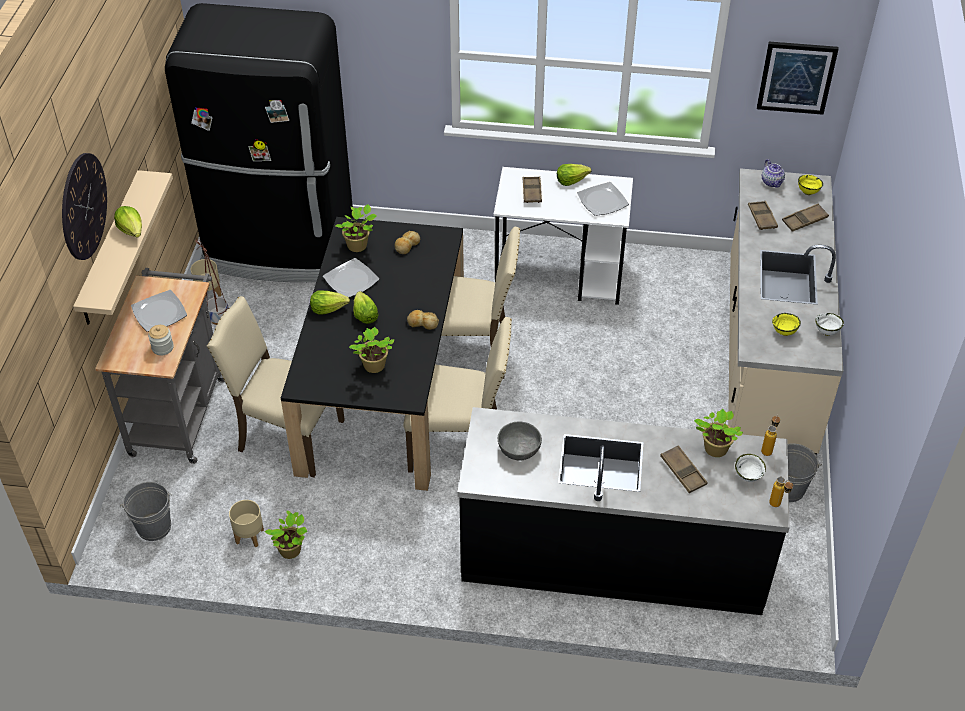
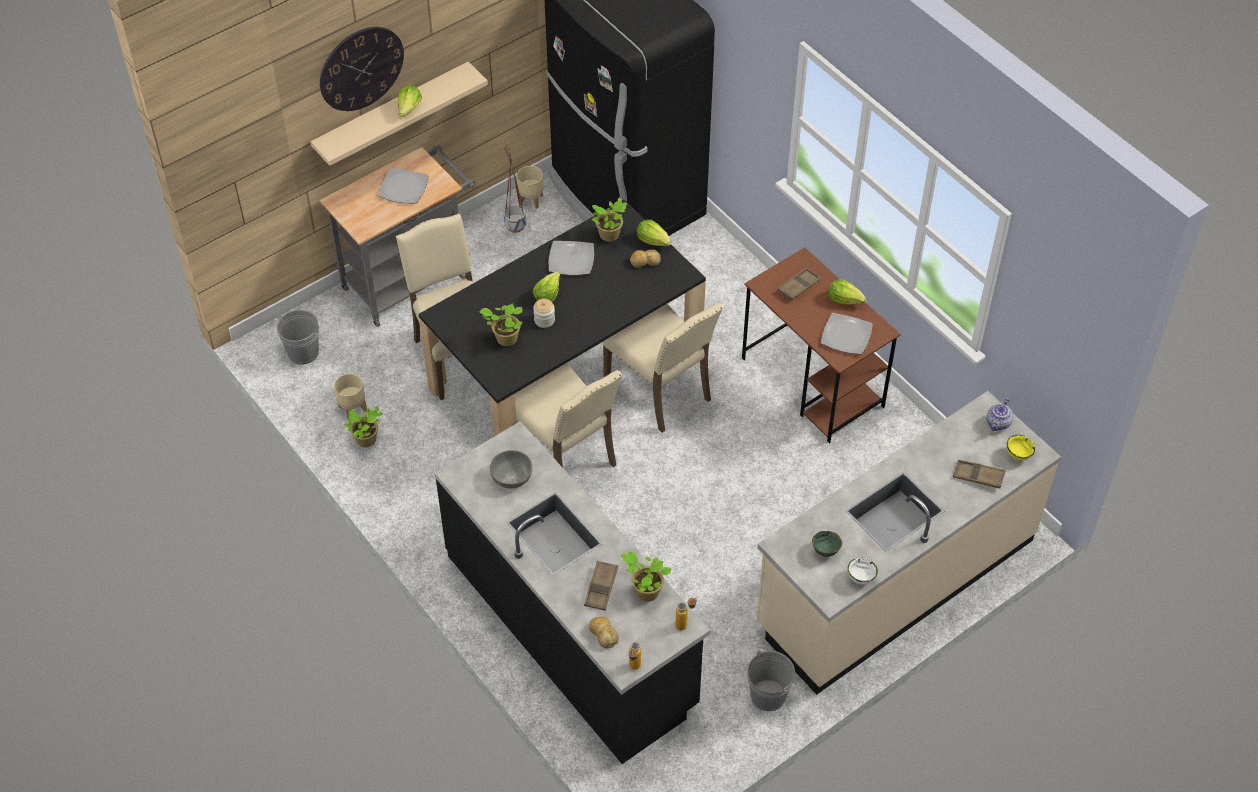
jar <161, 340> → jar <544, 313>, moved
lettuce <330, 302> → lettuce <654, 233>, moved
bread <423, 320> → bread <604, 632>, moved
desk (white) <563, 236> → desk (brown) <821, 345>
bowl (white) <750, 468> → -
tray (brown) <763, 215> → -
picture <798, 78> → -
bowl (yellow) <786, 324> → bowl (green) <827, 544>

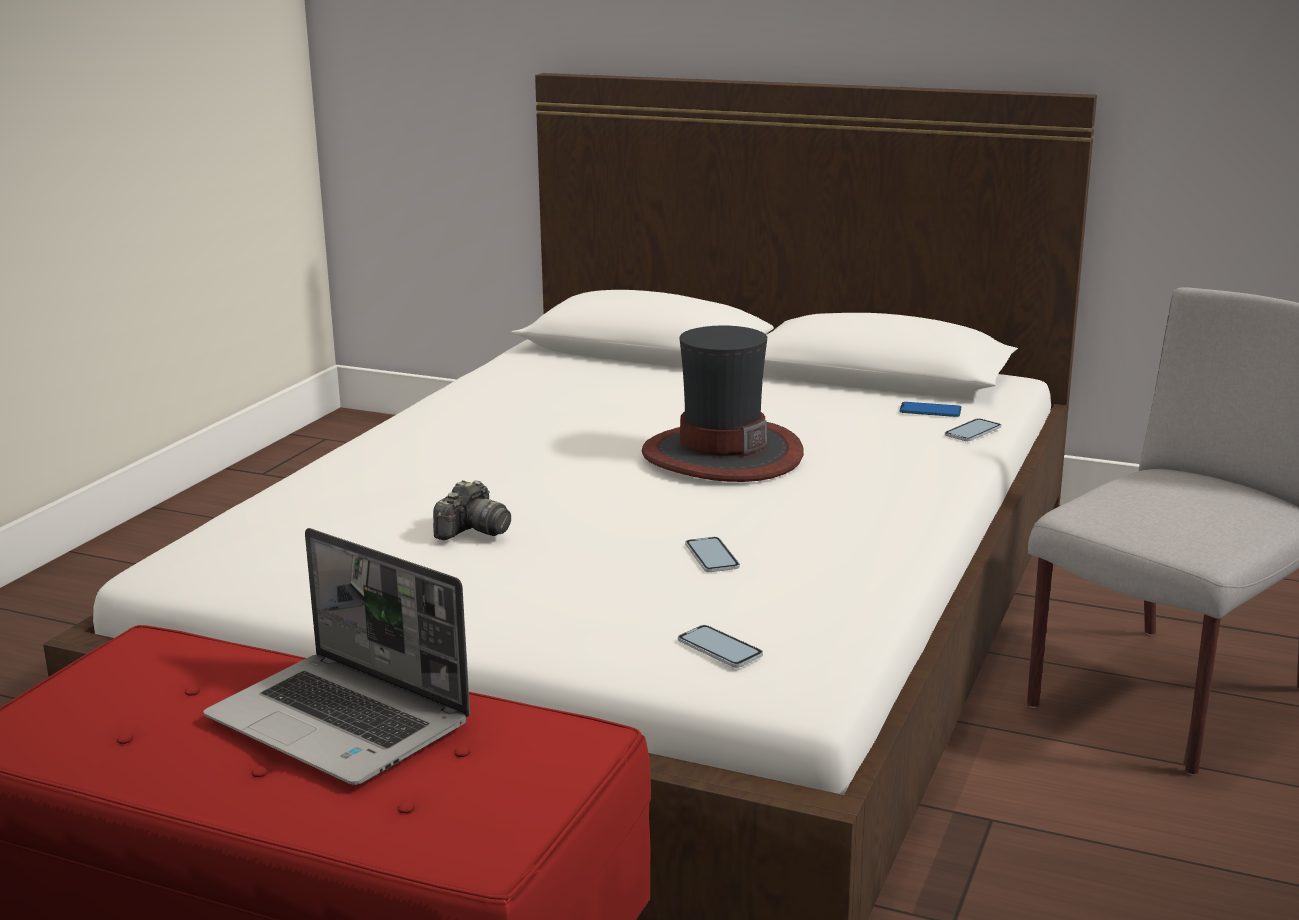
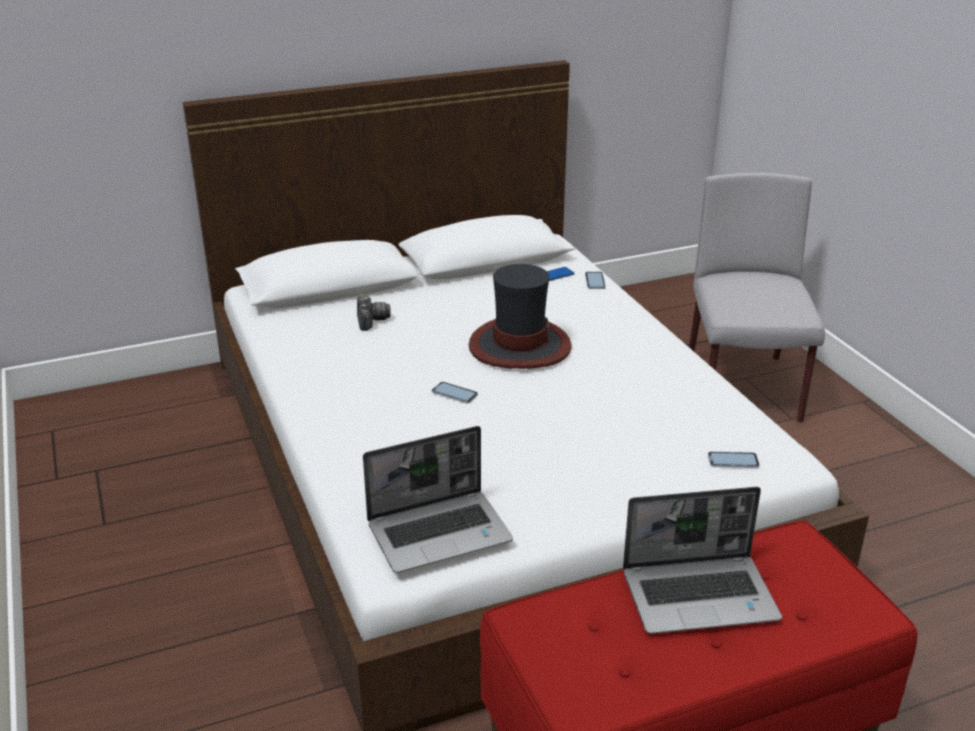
photo camera <472, 510> → photo camera <374, 313>, moved
phone <712, 554> → phone <455, 392>, moved
- → laptop <438, 499>

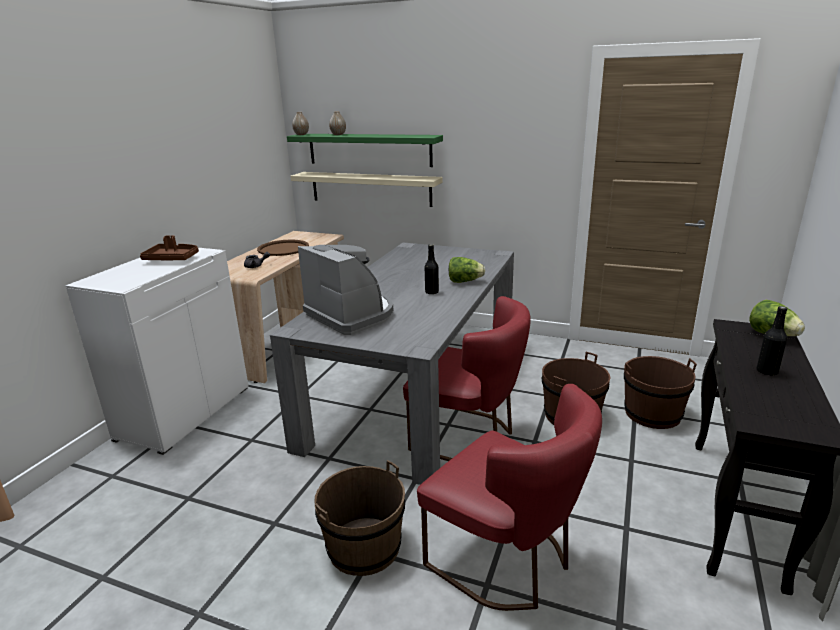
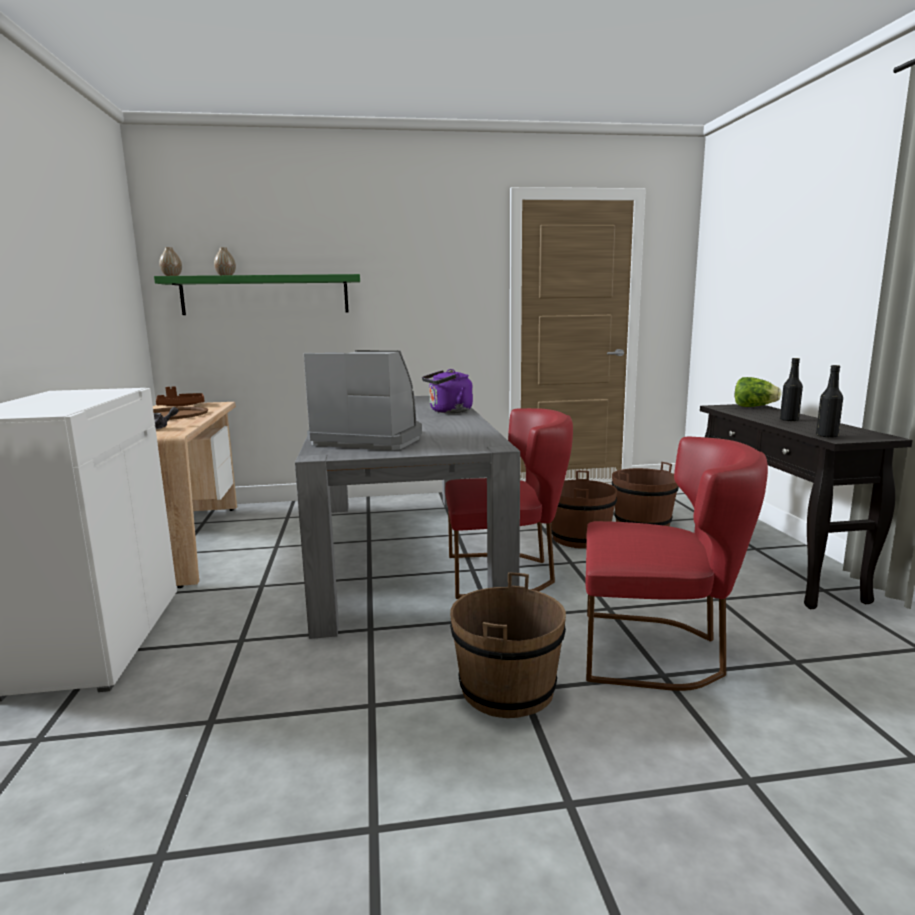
tray (brown) <169, 248> → tray (brown) <180, 396>, moved
shelf (beige) <367, 189> → -
bottle (black) <432, 269> → bottle (black) <829, 401>, moved
lettuce <466, 270> → kettle (purple) <447, 391>

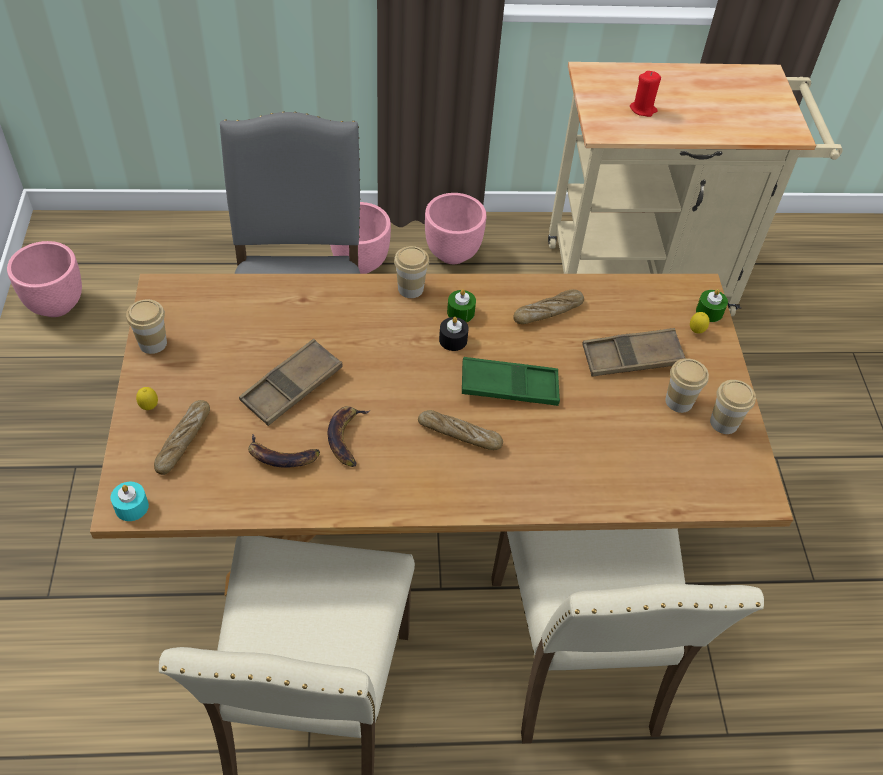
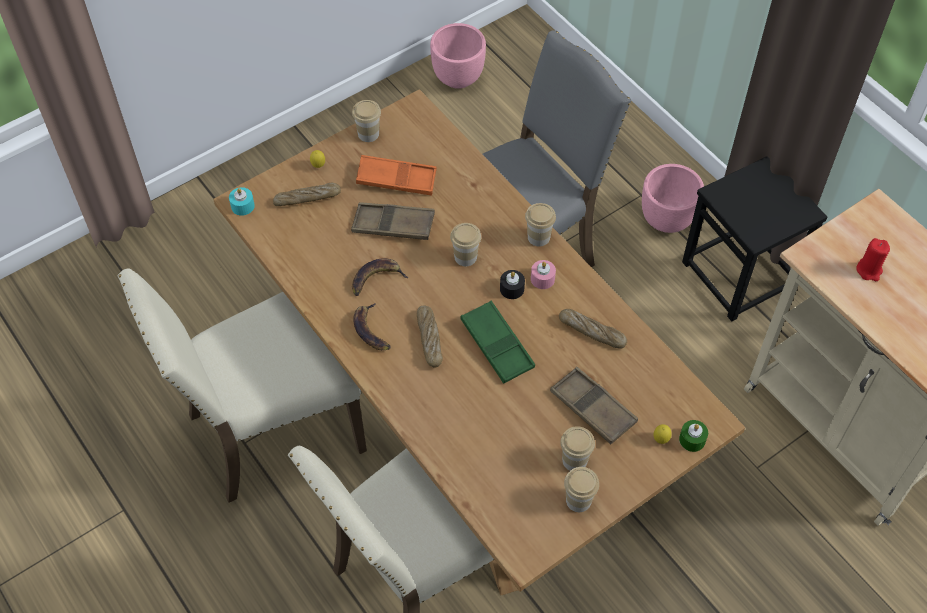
banana <284, 451> → banana <372, 326>, moved
planter (pink) <455, 228> → stool (black) <754, 239>
candle (green) <461, 305> → candle (pink) <543, 274>
- → tray (orange) <396, 175>
- → cup <465, 244>

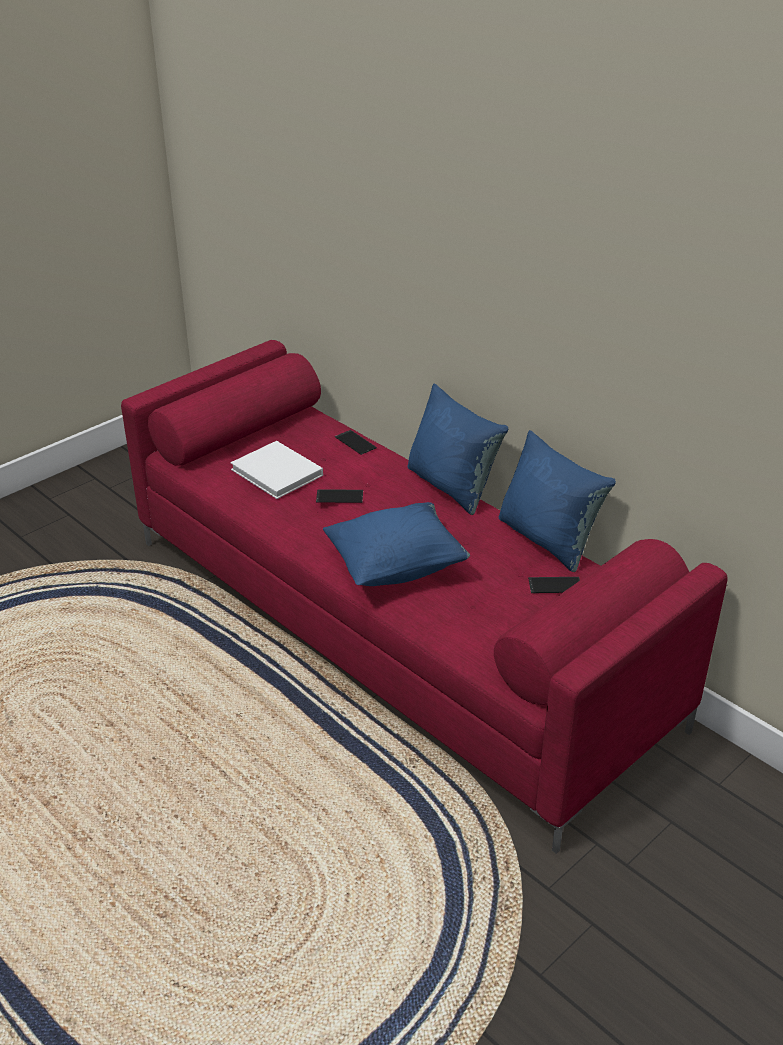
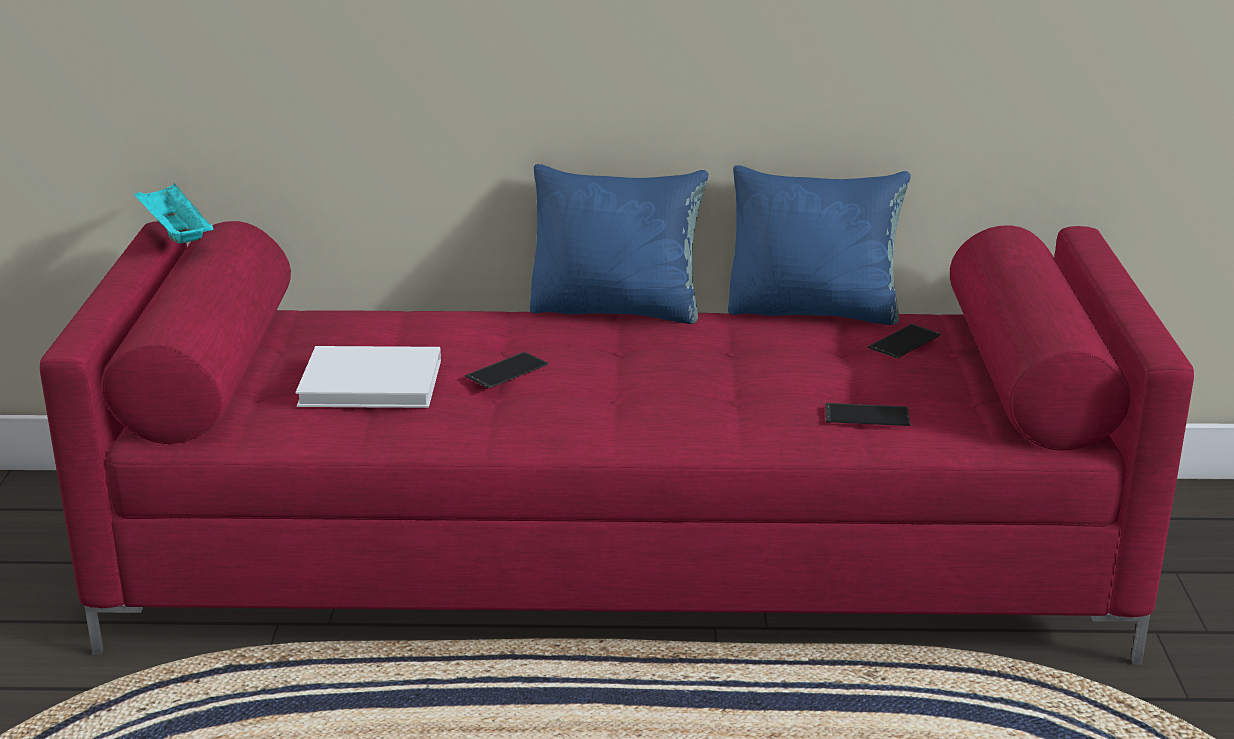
pillow (blue) <396, 544> → -
phone <356, 442> → phone <867, 414>, moved
- → tray (turquoise) <173, 213>

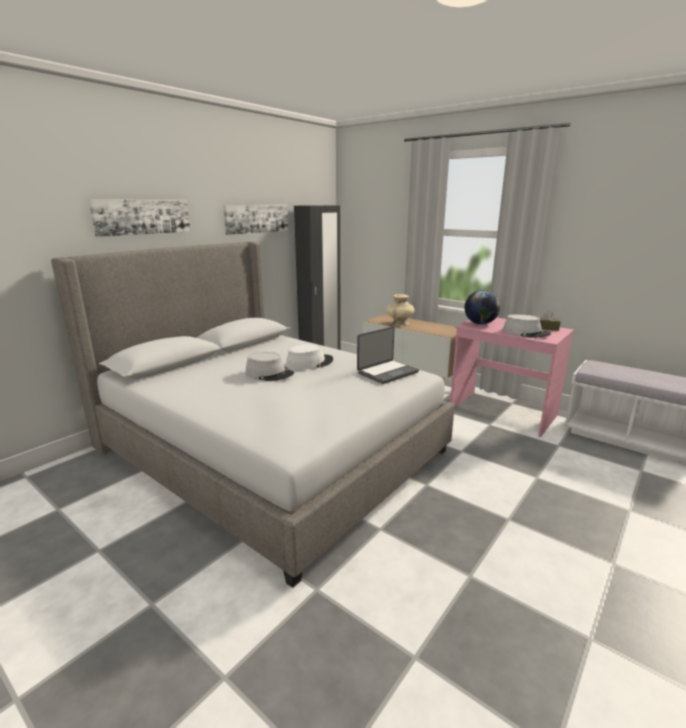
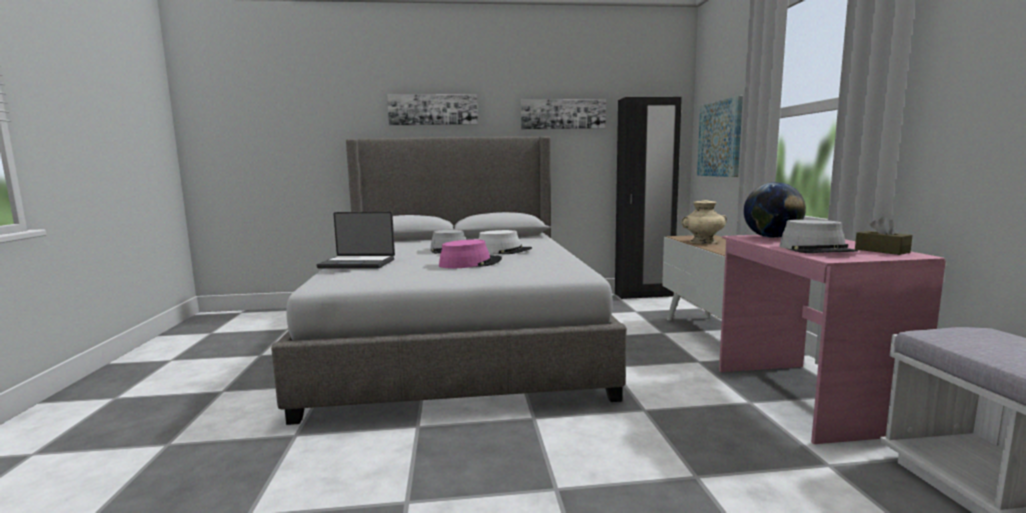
laptop <388, 355> → laptop <356, 240>, moved
- → hat (pink) <470, 253>
- → picture <720, 136>

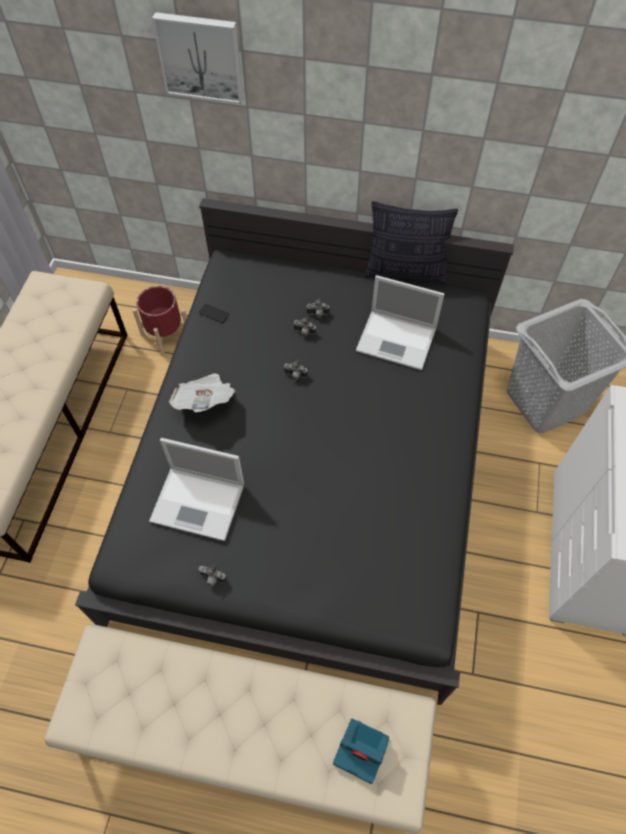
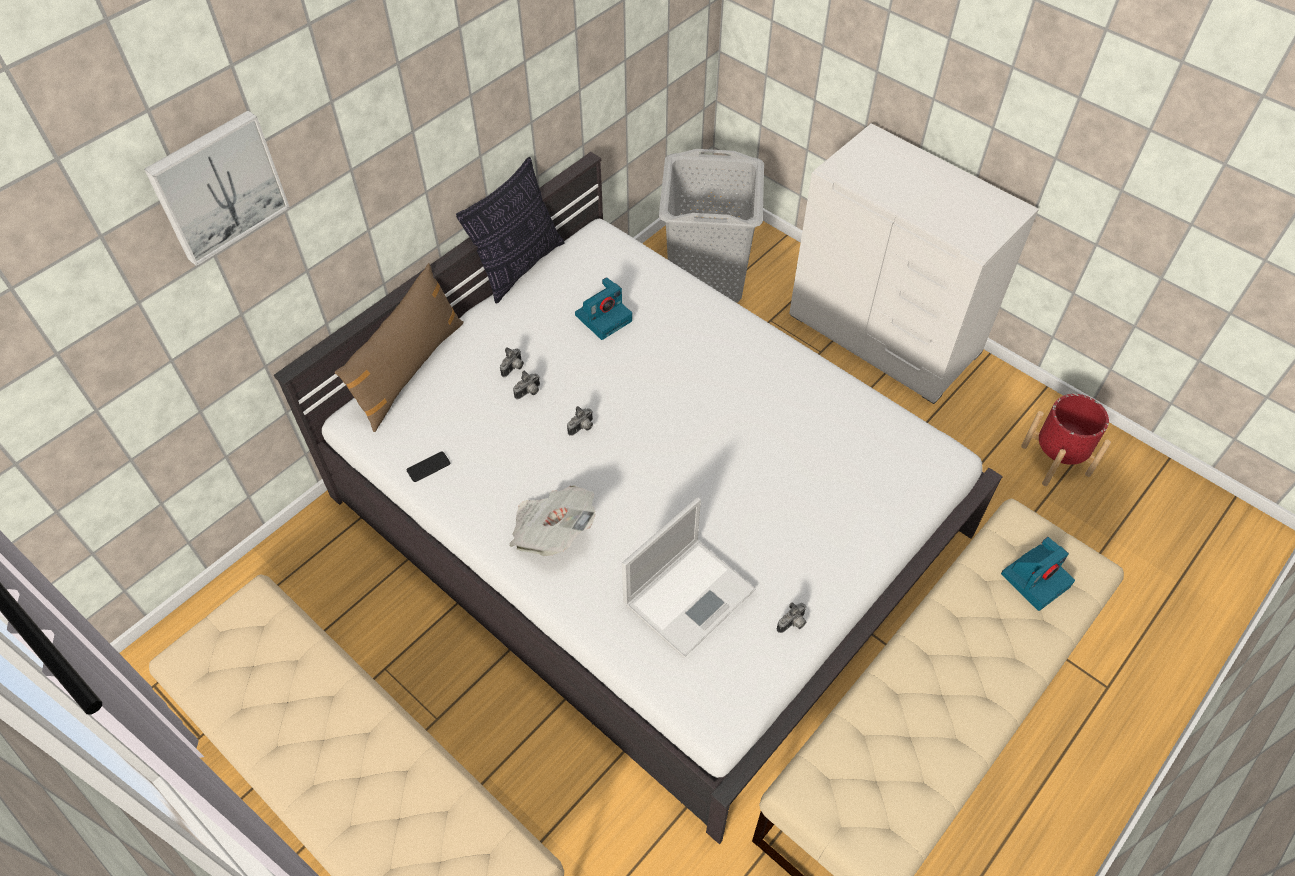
bed (black) <294, 451> → bed (white) <638, 498>
planter (red) <159, 321> → planter (red) <1066, 440>, moved
laptop <400, 322> → photo camera <603, 308>
- → pillow (brown) <399, 347>

